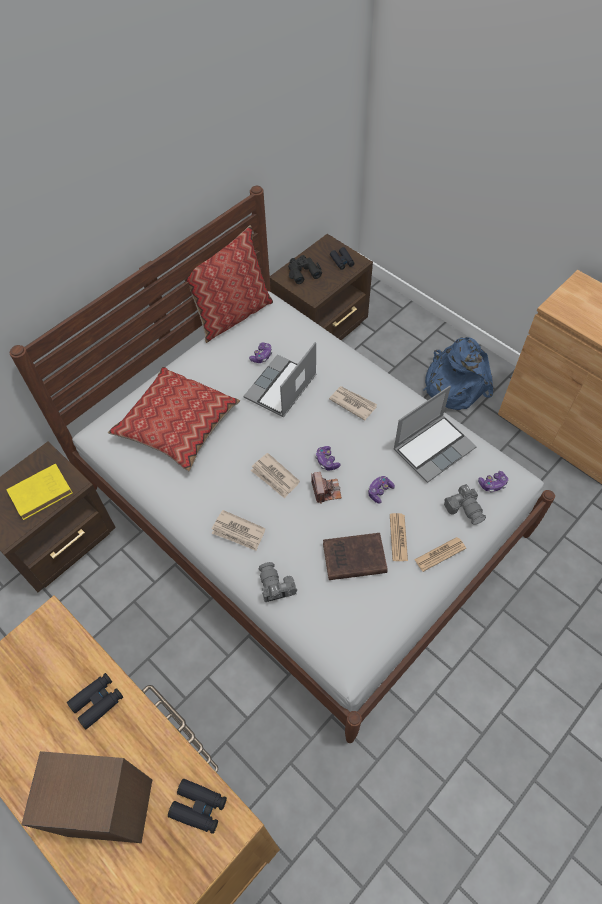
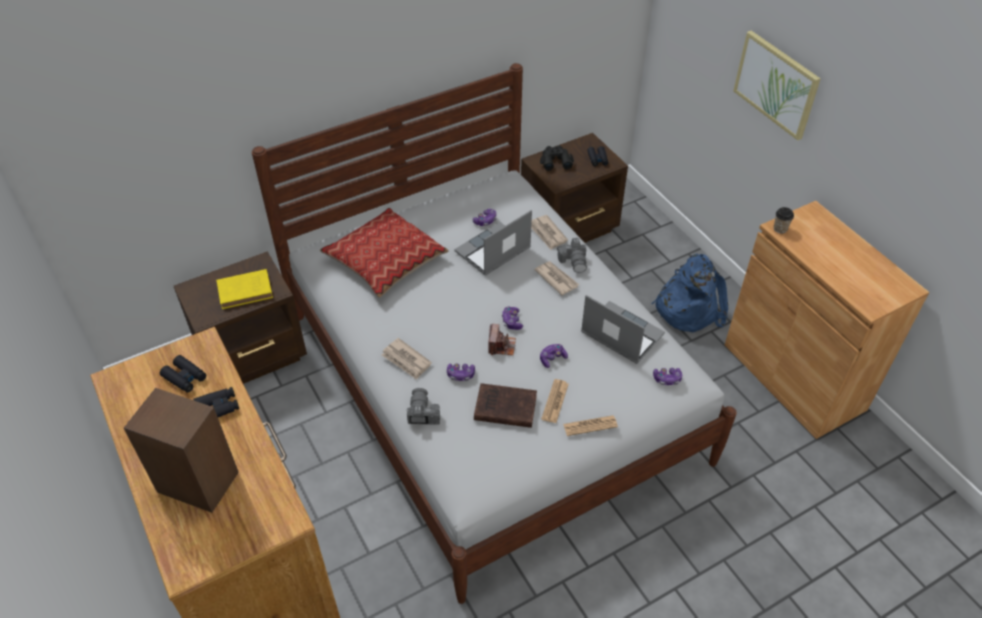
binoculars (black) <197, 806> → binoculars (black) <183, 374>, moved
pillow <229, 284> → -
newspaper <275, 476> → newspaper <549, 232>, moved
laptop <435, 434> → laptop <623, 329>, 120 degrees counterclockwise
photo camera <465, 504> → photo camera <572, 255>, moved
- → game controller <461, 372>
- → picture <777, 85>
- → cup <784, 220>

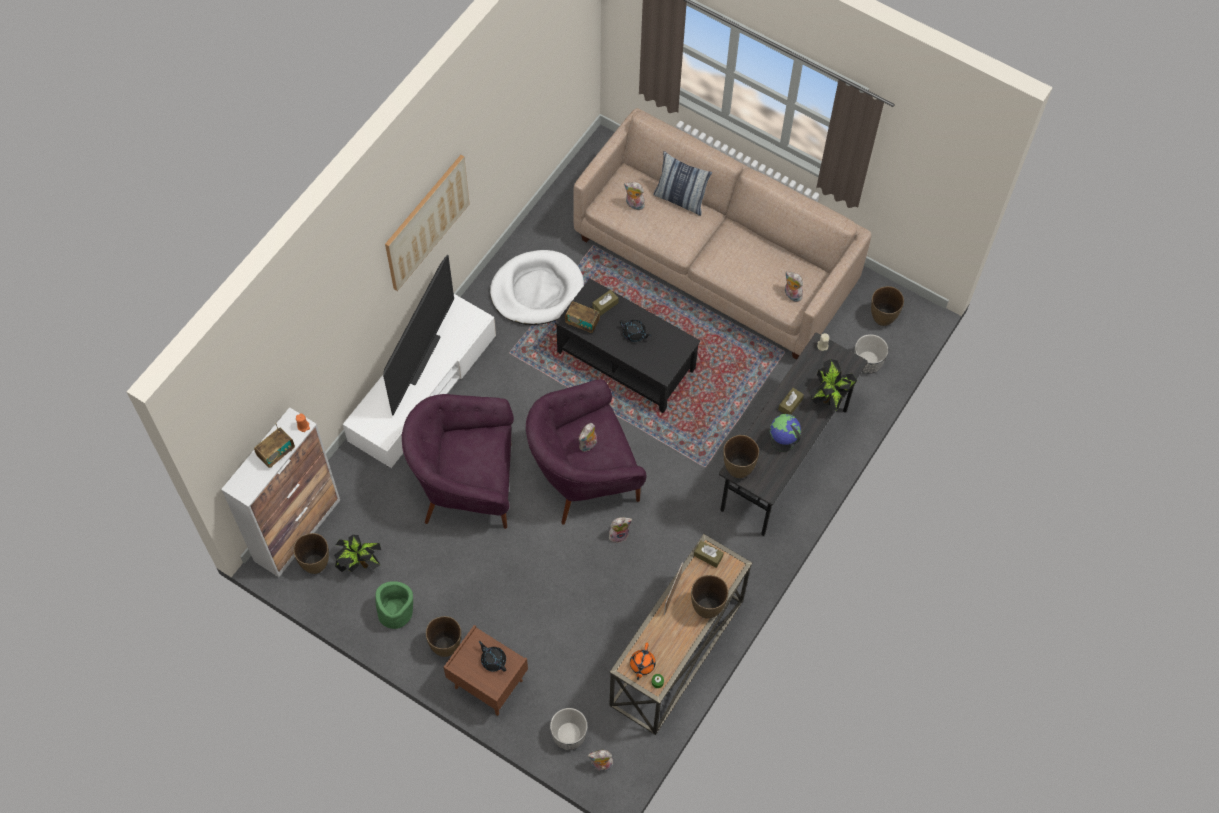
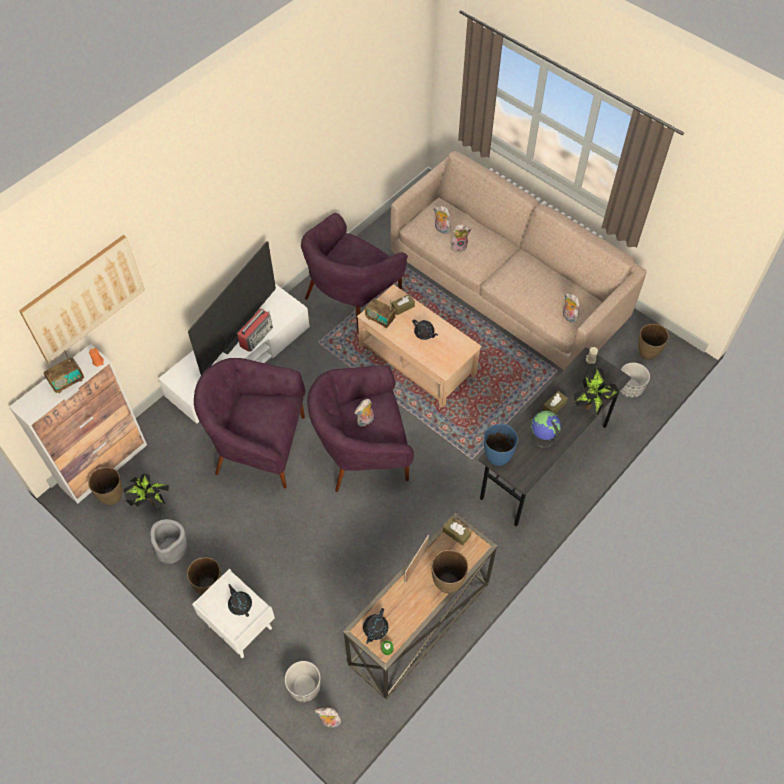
planter (green) <394, 605> → planter (grey) <168, 541>
picture <427, 223> → picture <82, 299>, moved
nightstand (brown) <485, 670> → nightstand (white) <233, 613>
dog bed (white) <537, 287> → armchair (purple) <354, 272>
coffee table (black) <627, 345> → coffee table (beige) <419, 346>
plush toy <620, 530> → plush toy <461, 238>, moved
teapot (orange) <643, 661> → teapot (black) <375, 626>
pillow <682, 183> → -
vase (brown) <741, 456> → vase (blue) <501, 444>
- → radio <255, 330>

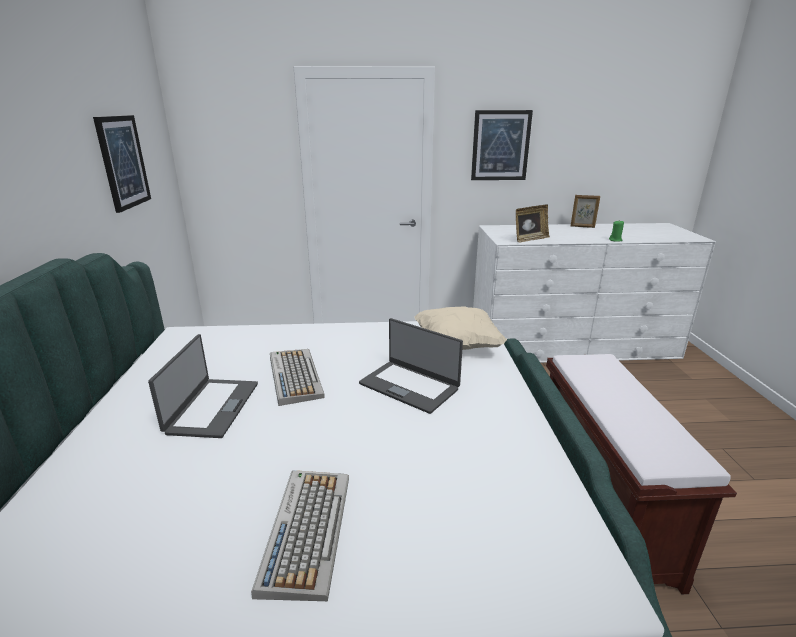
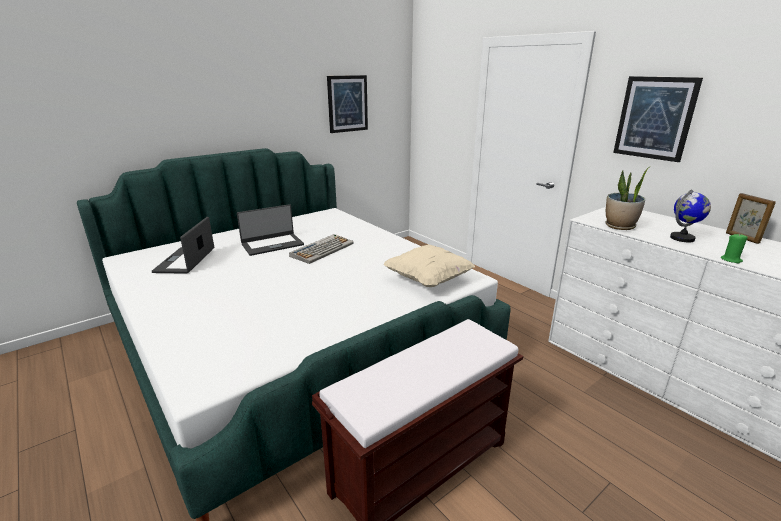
keyboard <300, 535> → -
laptop <411, 366> → laptop <183, 245>, moved
picture frame <533, 223> → potted plant <628, 198>
- → globe <690, 215>

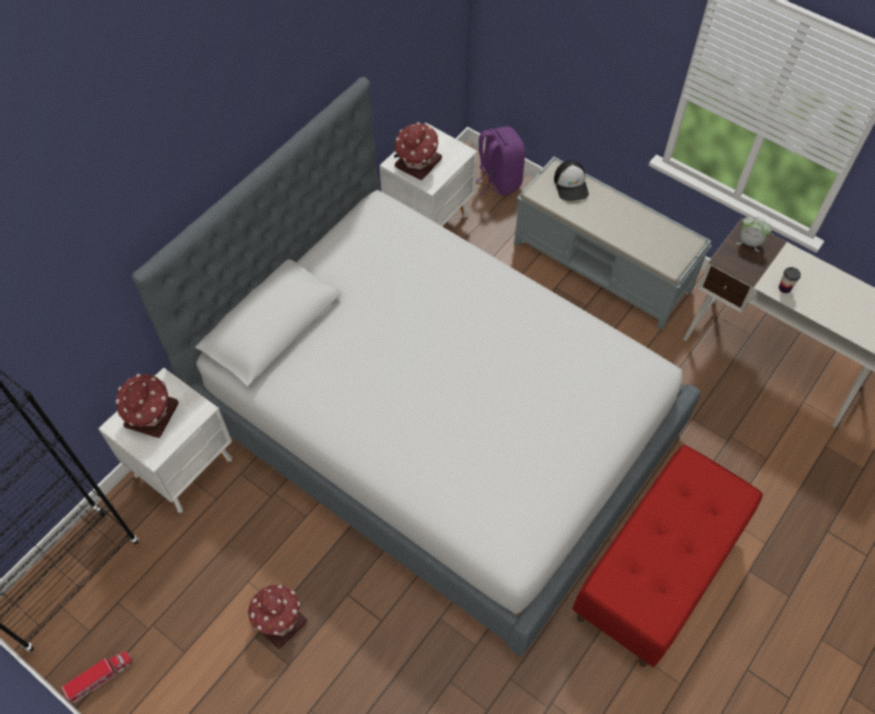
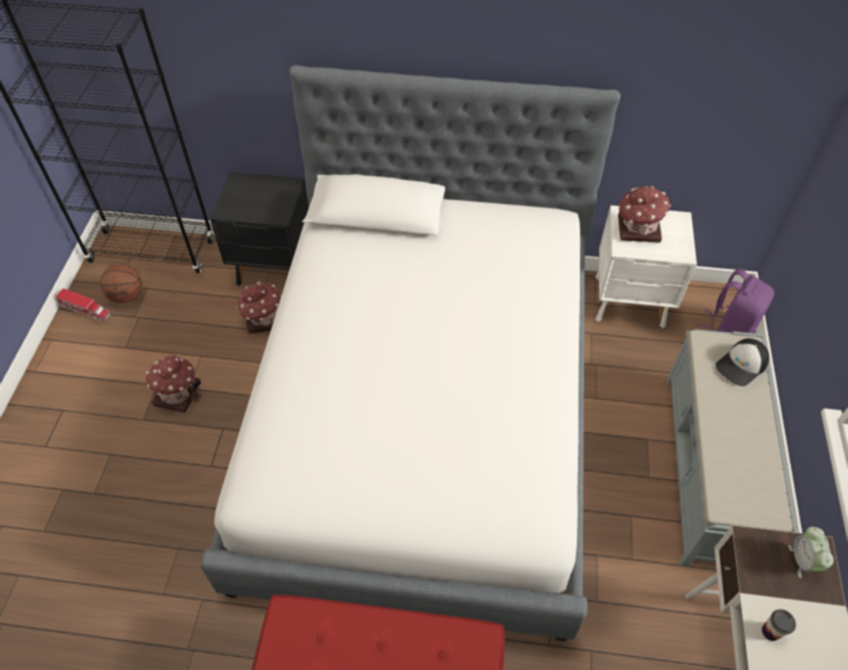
nightstand (white) <165, 440> → nightstand (black) <259, 229>
toy house <147, 406> → toy house <259, 308>, moved
- → basketball <121, 283>

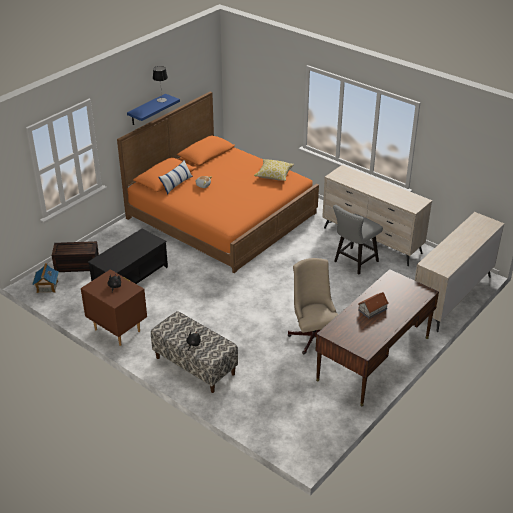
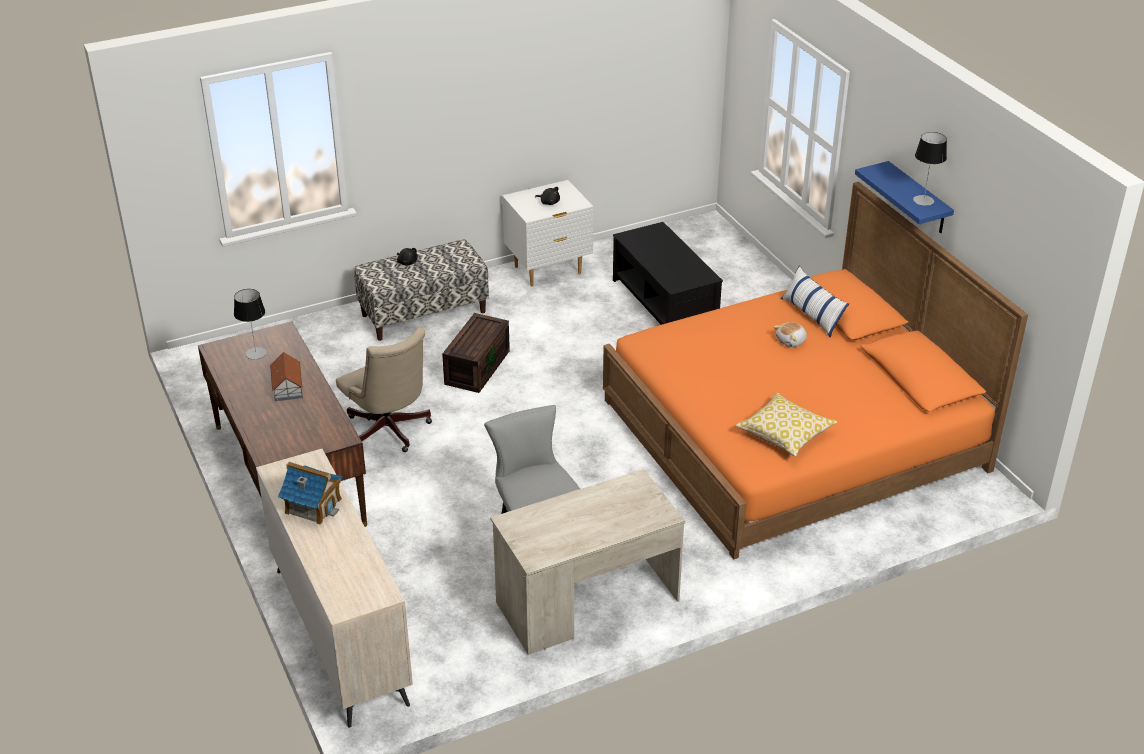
toy house <45, 278> → toy house <310, 493>, moved
storage box (brown) <75, 256> → storage box (brown) <476, 353>, moved
nightstand (brown) <114, 307> → nightstand (white) <548, 233>
office chair (beige) <313, 306> → office chair (beige) <384, 389>, 45 degrees clockwise
dresser (beige) <377, 215> → desk (beige) <587, 562>
- → table lamp <250, 324>

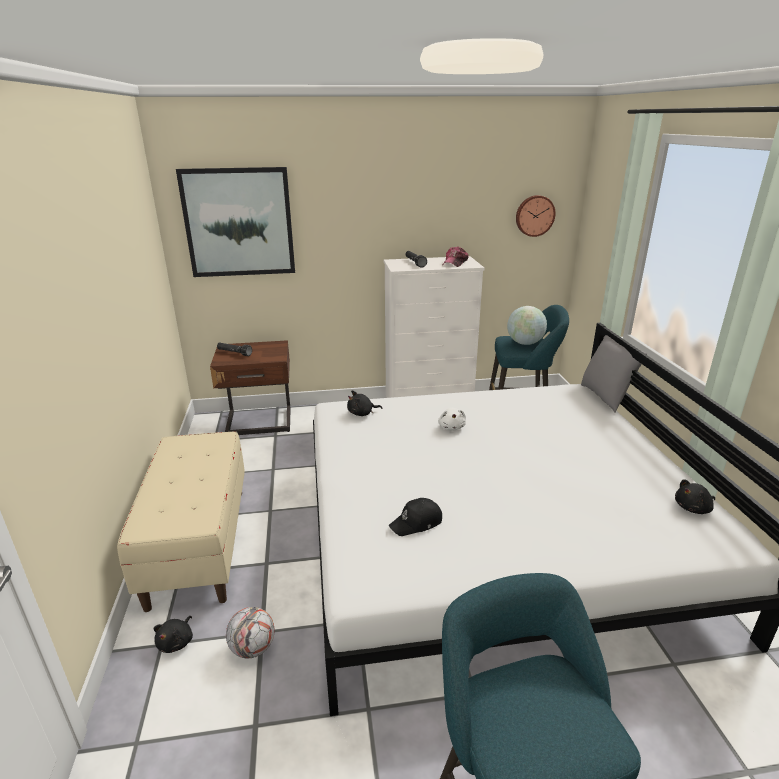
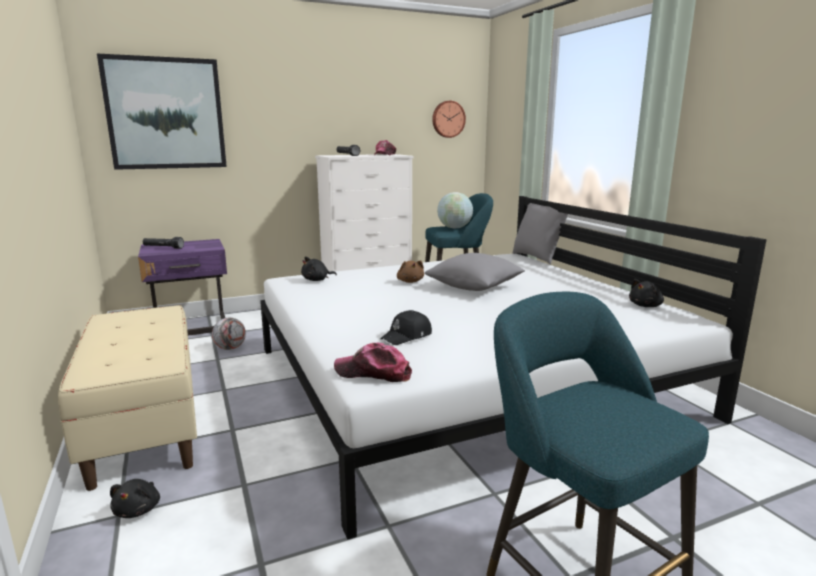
nightstand (brown) <250, 387> → nightstand (purple) <182, 287>
football <250, 632> → football <229, 334>, moved
plush toy (white) <452, 419> → plush toy (brown) <410, 271>
- → cap <373, 362>
- → pillow (grey) <475, 272>

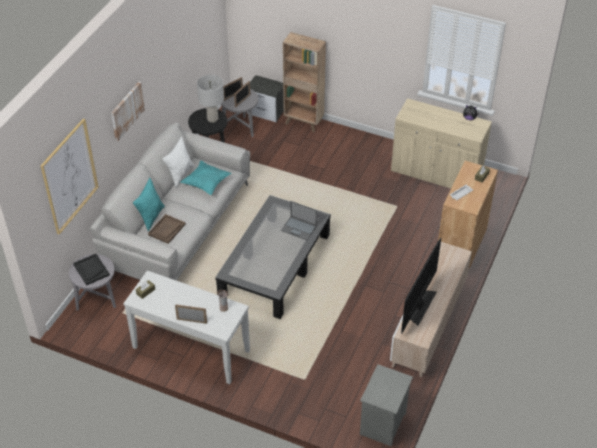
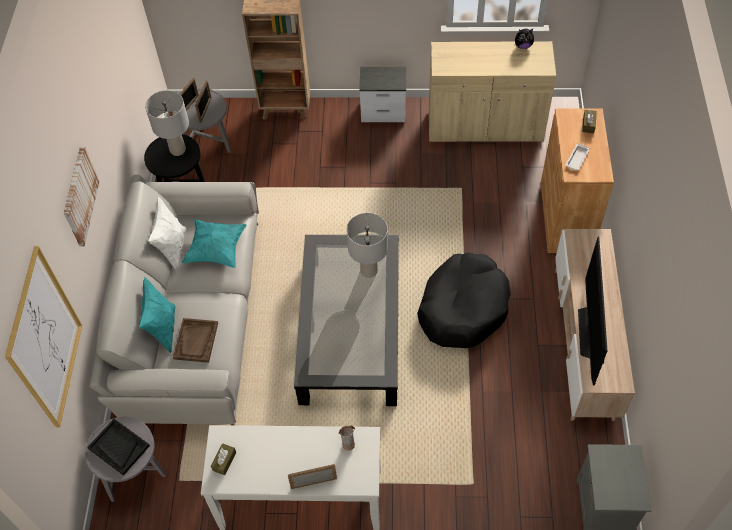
nightstand <265, 98> → nightstand <382, 94>, moved
laptop <299, 220> → table lamp (grey) <367, 245>
- → dog bed (black) <464, 300>

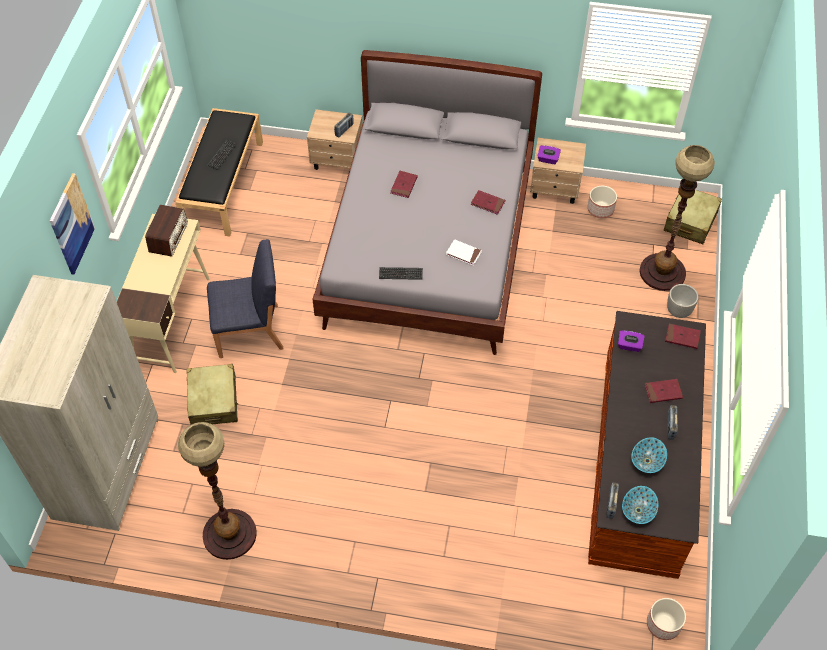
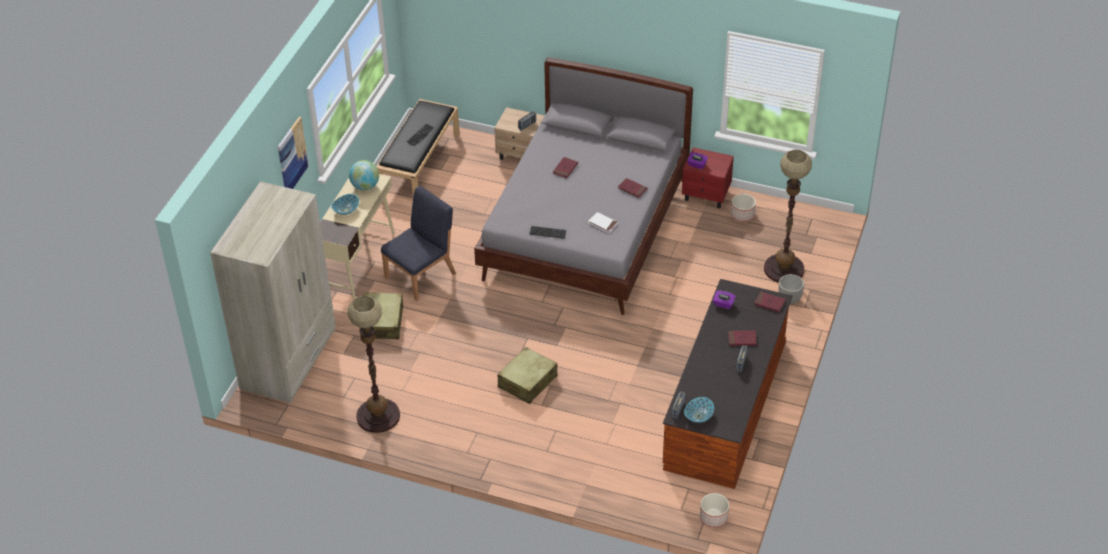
radio <166, 231> → globe <364, 175>
chair (blue) <245, 298> → chair (blue) <418, 243>, 45 degrees counterclockwise
nightstand (beige) <558, 171> → nightstand (red) <708, 177>
bowl <649, 455> → bowl <345, 204>, moved
suitcase (beige) <693, 217> → suitcase (beige) <527, 375>, moved

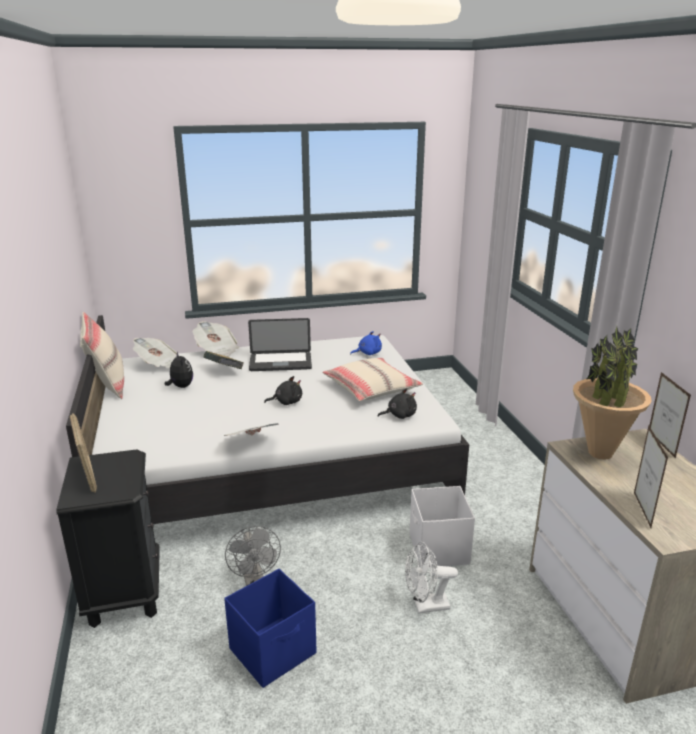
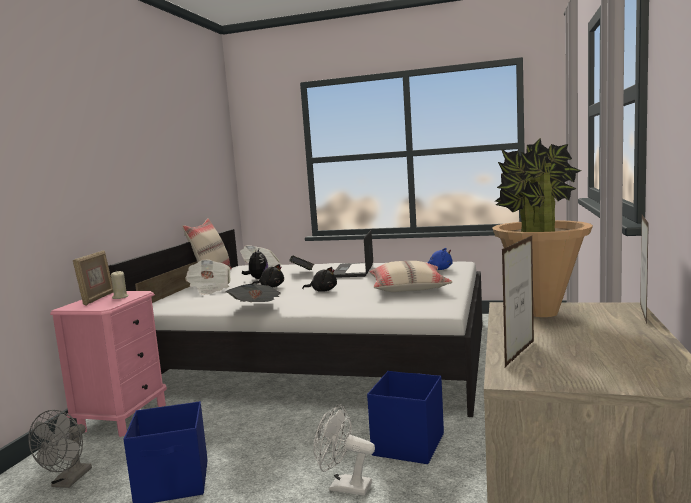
nightstand (black) <108, 538> → nightstand (pink) <108, 364>
newspaper <216, 339> → newspaper <208, 277>, moved
fan (grey) <253, 556> → fan (grey) <60, 449>, moved
laptop <280, 344> → laptop <353, 254>, 75 degrees clockwise
plush toy (black) <397, 403> → plush toy (black) <268, 276>, moved
storage box (white) <442, 526> → storage box (blue) <405, 417>
- → candle (beige) <119, 285>

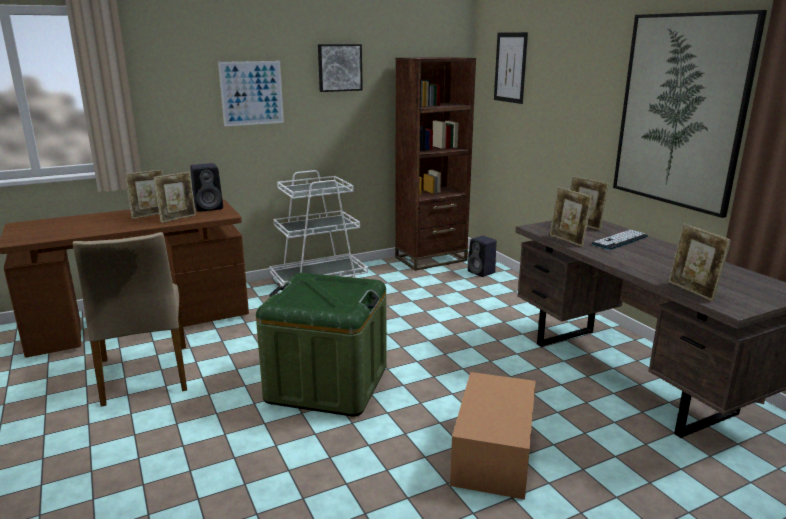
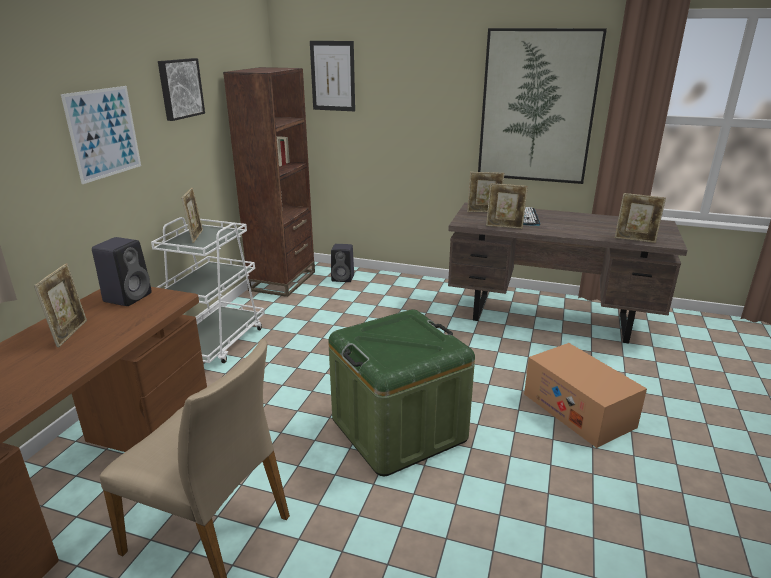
picture frame <175, 197> → picture frame <192, 215>, moved

